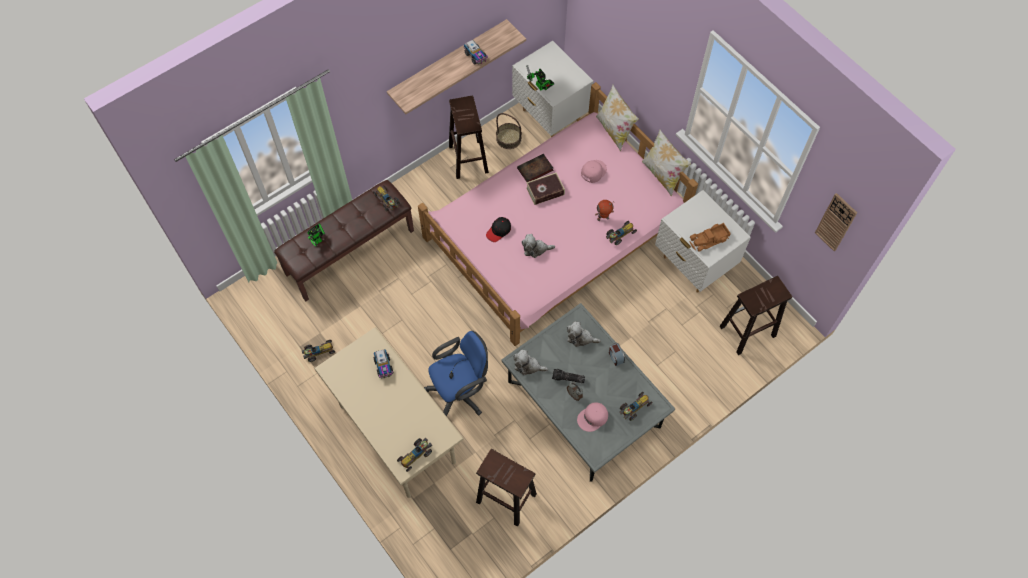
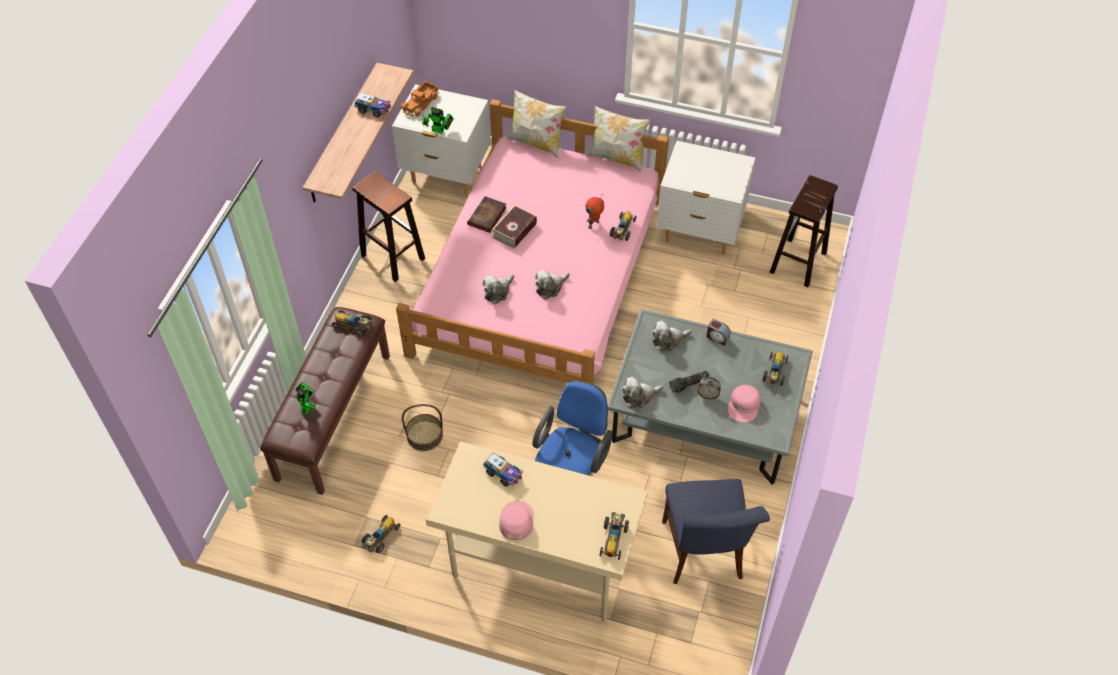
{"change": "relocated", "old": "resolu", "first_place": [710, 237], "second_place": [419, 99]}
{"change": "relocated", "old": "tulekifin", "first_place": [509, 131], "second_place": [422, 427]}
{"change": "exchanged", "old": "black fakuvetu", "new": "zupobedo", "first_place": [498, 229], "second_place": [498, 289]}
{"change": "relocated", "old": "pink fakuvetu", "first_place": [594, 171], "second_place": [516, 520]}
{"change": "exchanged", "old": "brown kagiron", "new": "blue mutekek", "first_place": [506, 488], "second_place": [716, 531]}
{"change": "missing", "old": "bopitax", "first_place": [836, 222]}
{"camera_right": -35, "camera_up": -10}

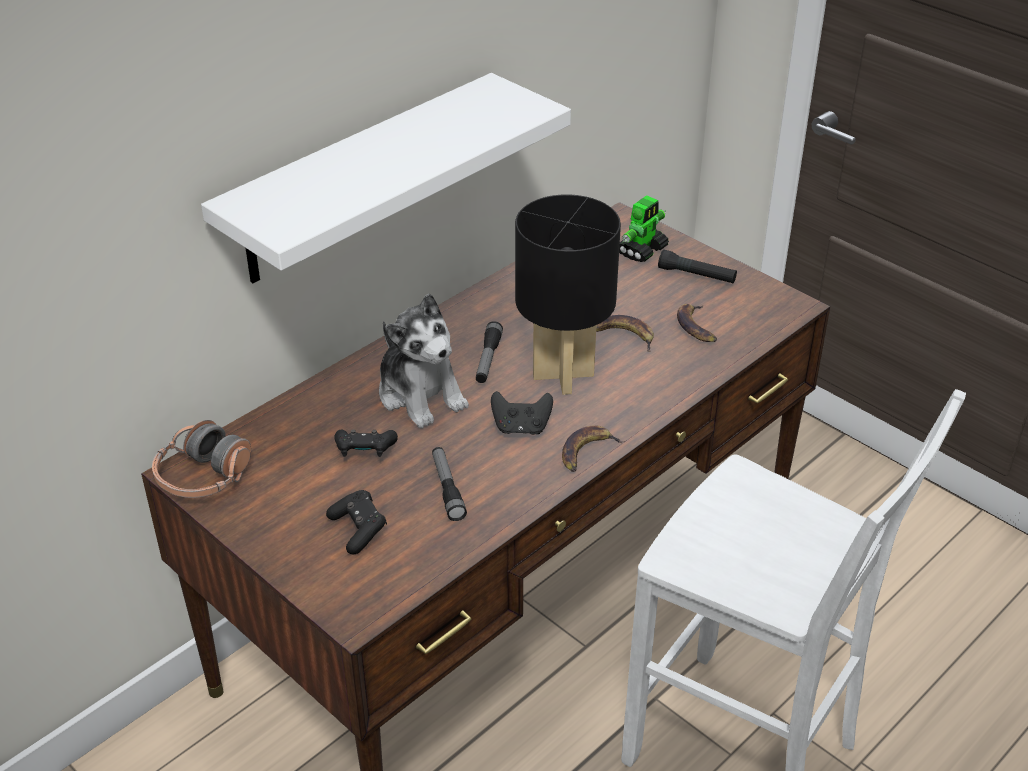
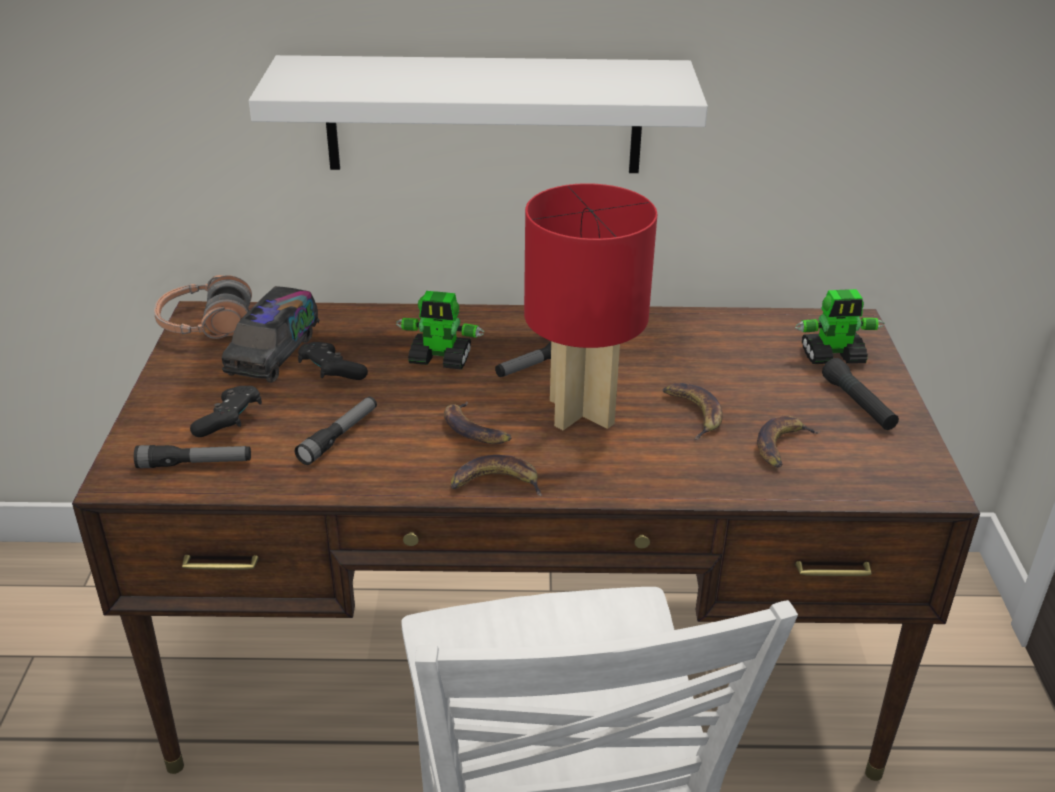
{"change": "appeared", "new": "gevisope", "second_place": [192, 456]}
{"change": "appeared", "new": "resolu", "second_place": [270, 334]}
{"change": "exchanged", "old": "zupobedo", "new": "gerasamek", "first_place": [424, 361], "second_place": [440, 330]}
{"change": "exchanged", "old": "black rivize", "new": "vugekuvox", "first_place": [522, 413], "second_place": [478, 422]}
{"change": "colour", "old": "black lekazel", "new": "red lekazel", "first_place": [568, 294], "second_place": [590, 306]}
{"camera_right": 45, "camera_up": -5}

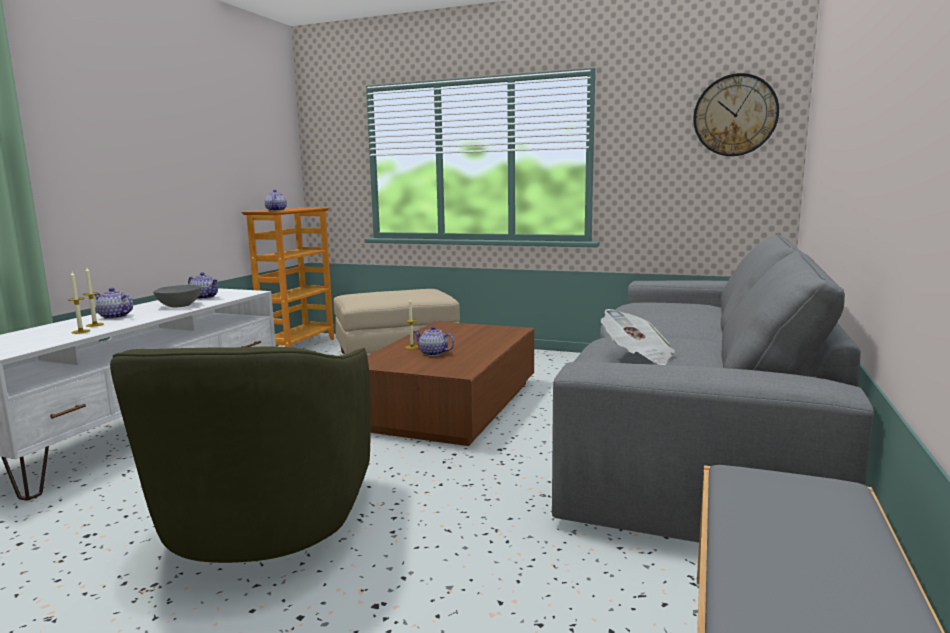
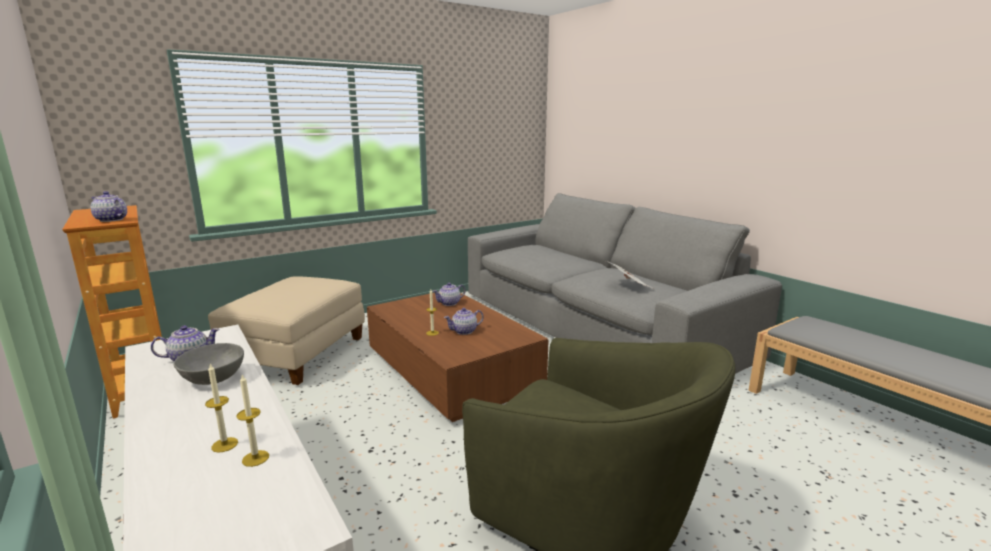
{"change": "relocated", "old": "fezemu", "first_place": [114, 303], "second_place": [449, 294]}
{"change": "missing", "old": "bopitax", "first_place": [736, 114]}
{"camera_right": -55, "camera_up": 5}

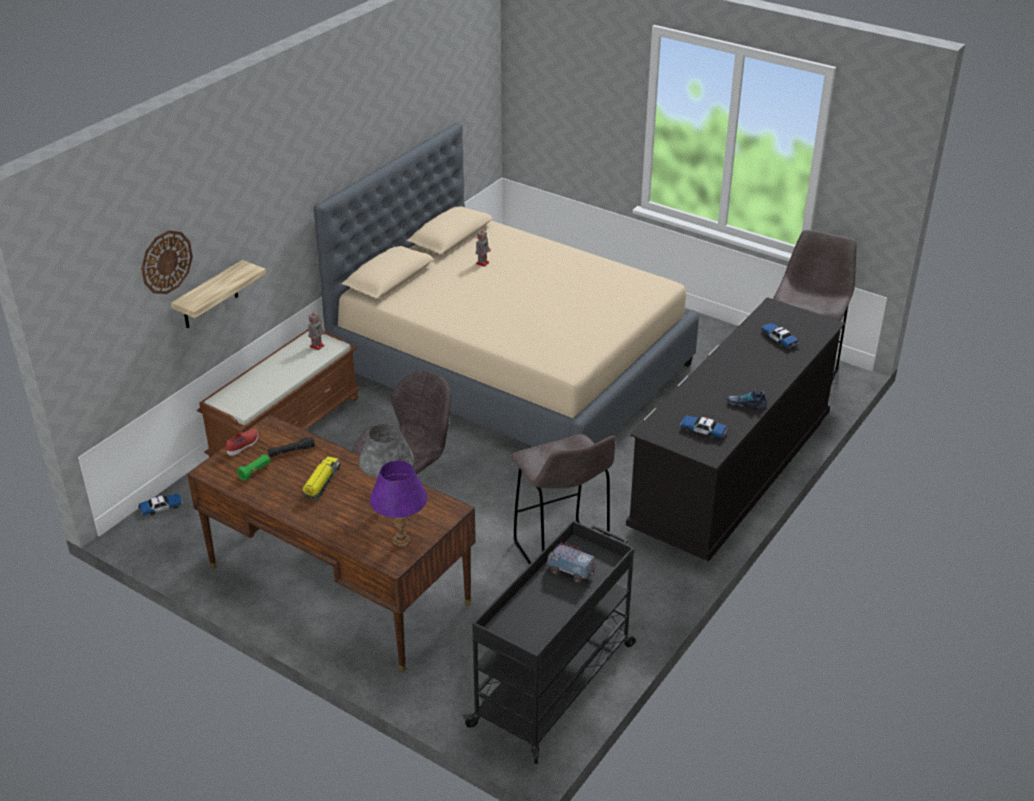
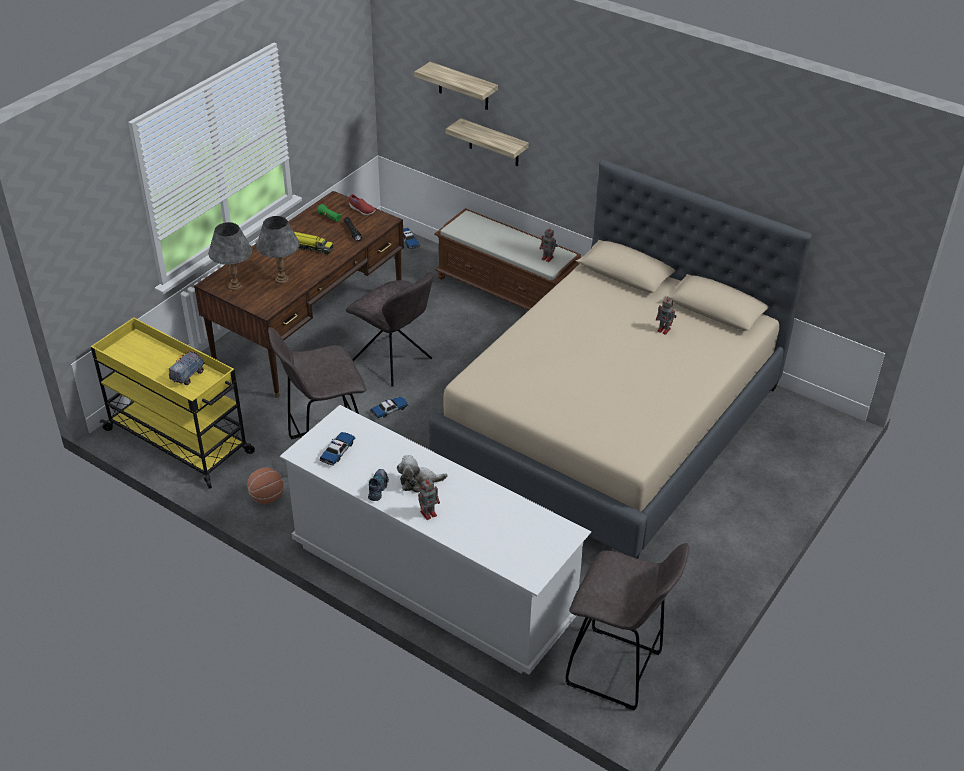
{"change": "colour", "old": "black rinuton", "new": "yellow rinuton", "first_place": [549, 642], "second_place": [173, 403]}
{"change": "colour", "old": "purple lekazel", "new": "grey lekazel", "first_place": [398, 504], "second_place": [230, 256]}
{"change": "appeared", "new": "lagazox", "second_place": [265, 486]}
{"change": "colour", "old": "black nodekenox", "new": "white nodekenox", "first_place": [735, 429], "second_place": [435, 540]}
{"change": "relocated", "old": "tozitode", "first_place": [779, 335], "second_place": [389, 407]}
{"change": "appeared", "new": "zupobedo", "second_place": [422, 474]}
{"change": "exchanged", "old": "bopitax", "new": "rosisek", "first_place": [167, 262], "second_place": [456, 86]}
{"change": "appeared", "new": "gerasamek", "second_place": [429, 499]}
{"camera_right": 90, "camera_up": 5}

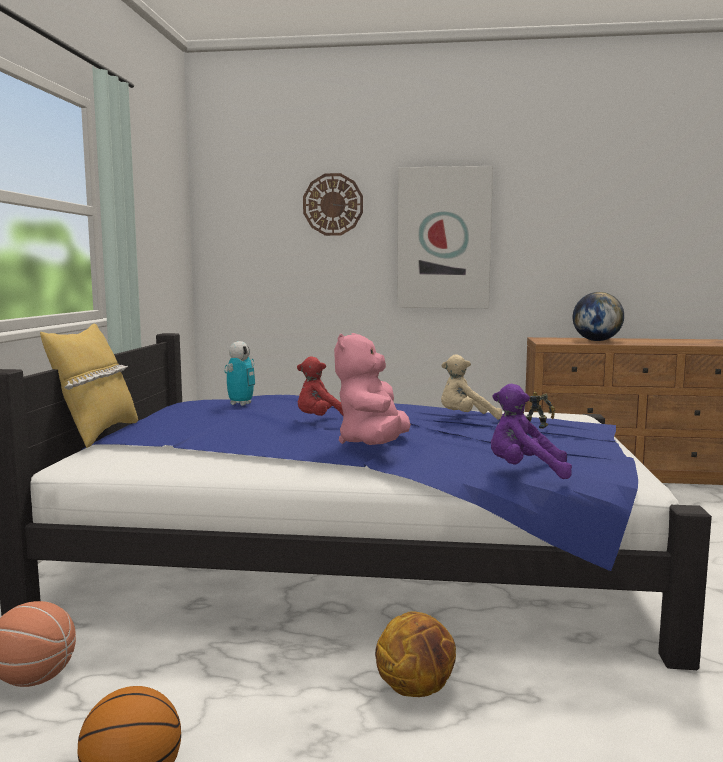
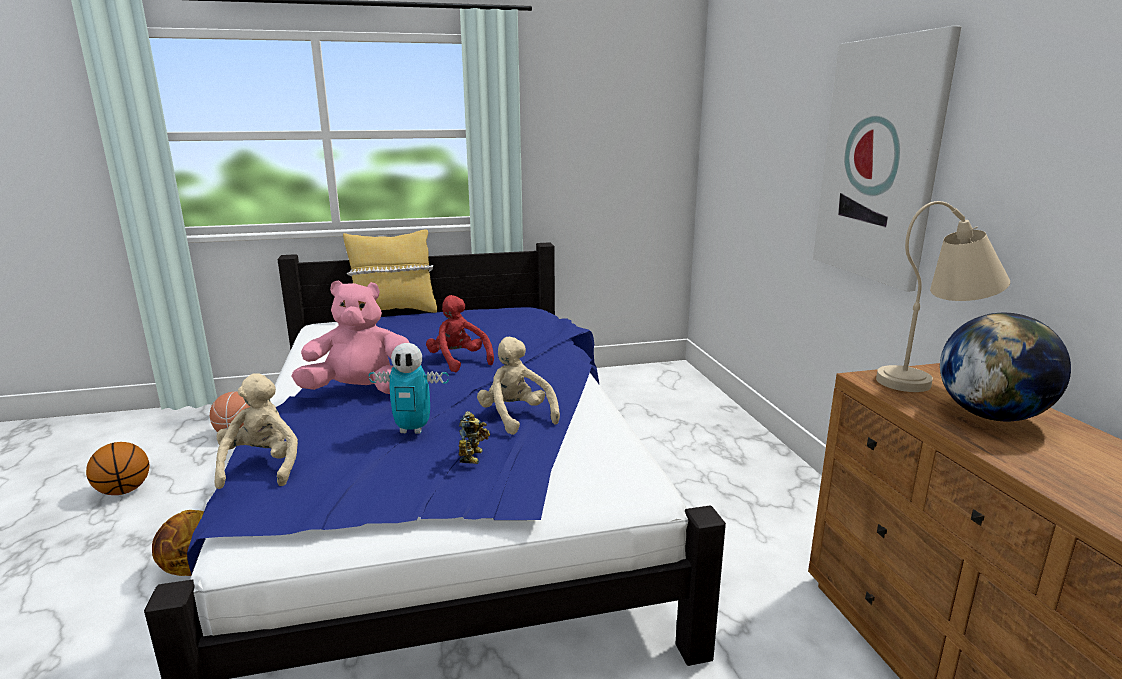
{"change": "colour", "old": "purple zupobedo", "new": "beige zupobedo", "first_place": [531, 431], "second_place": [256, 431]}
{"change": "relocated", "old": "gerasamek", "first_place": [239, 373], "second_place": [409, 388]}
{"change": "appeared", "new": "beige lekazel", "second_place": [943, 296]}
{"change": "missing", "old": "bopitax", "first_place": [333, 204]}
{"camera_right": 70, "camera_up": 10}

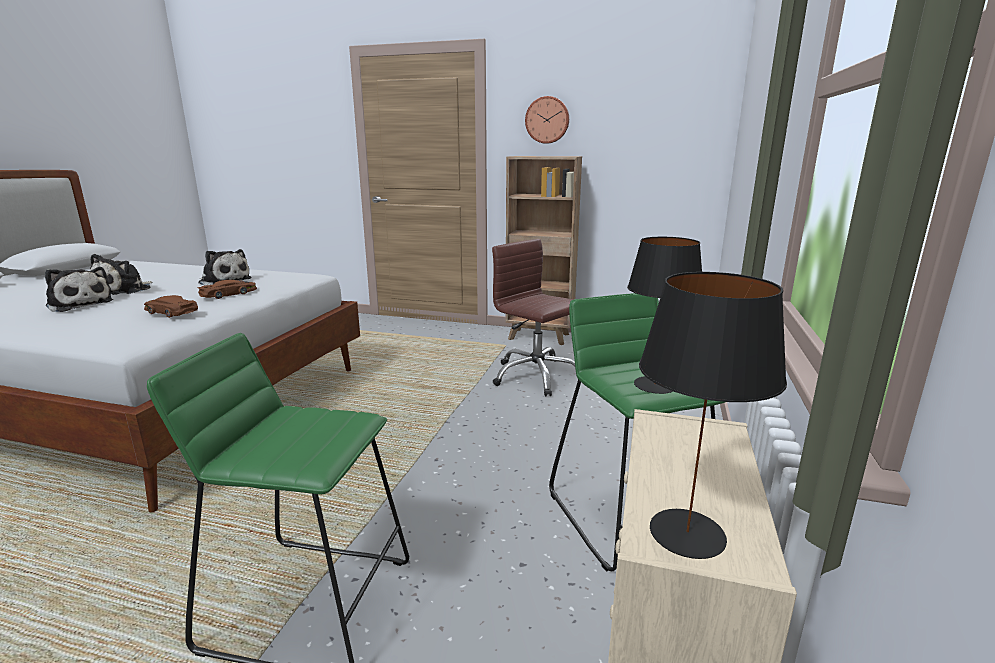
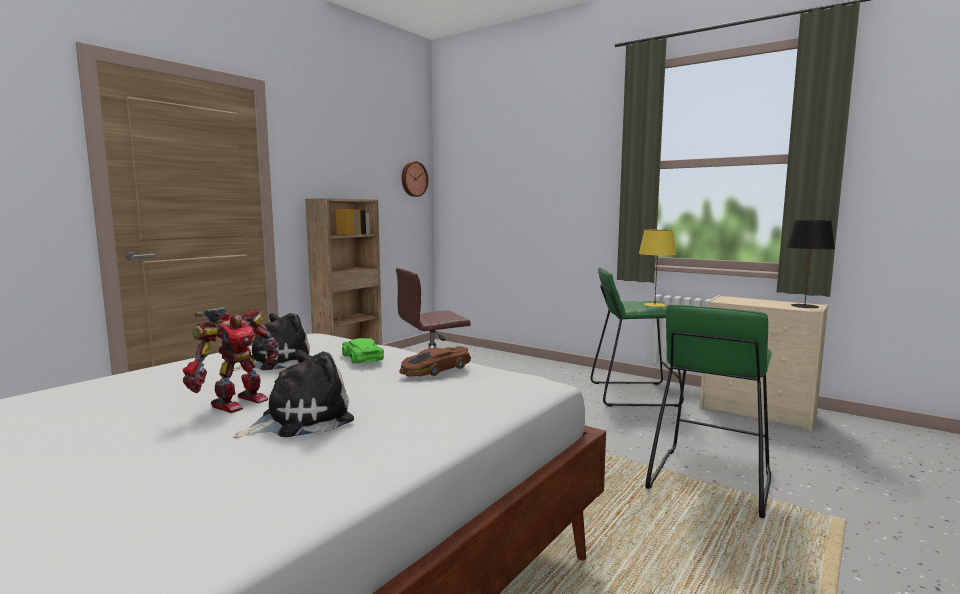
{"change": "exchanged", "old": "zupobedo", "new": "gerasamek", "first_place": [121, 274], "second_place": [230, 360]}
{"change": "colour", "old": "brown tozitode", "new": "green tozitode", "first_place": [227, 289], "second_place": [363, 351]}
{"change": "relocated", "old": "bopitax", "first_place": [547, 120], "second_place": [415, 179]}
{"change": "colour", "old": "black lekazel", "new": "yellow lekazel", "first_place": [664, 315], "second_place": [658, 268]}
{"camera_right": -70, "camera_up": -10}

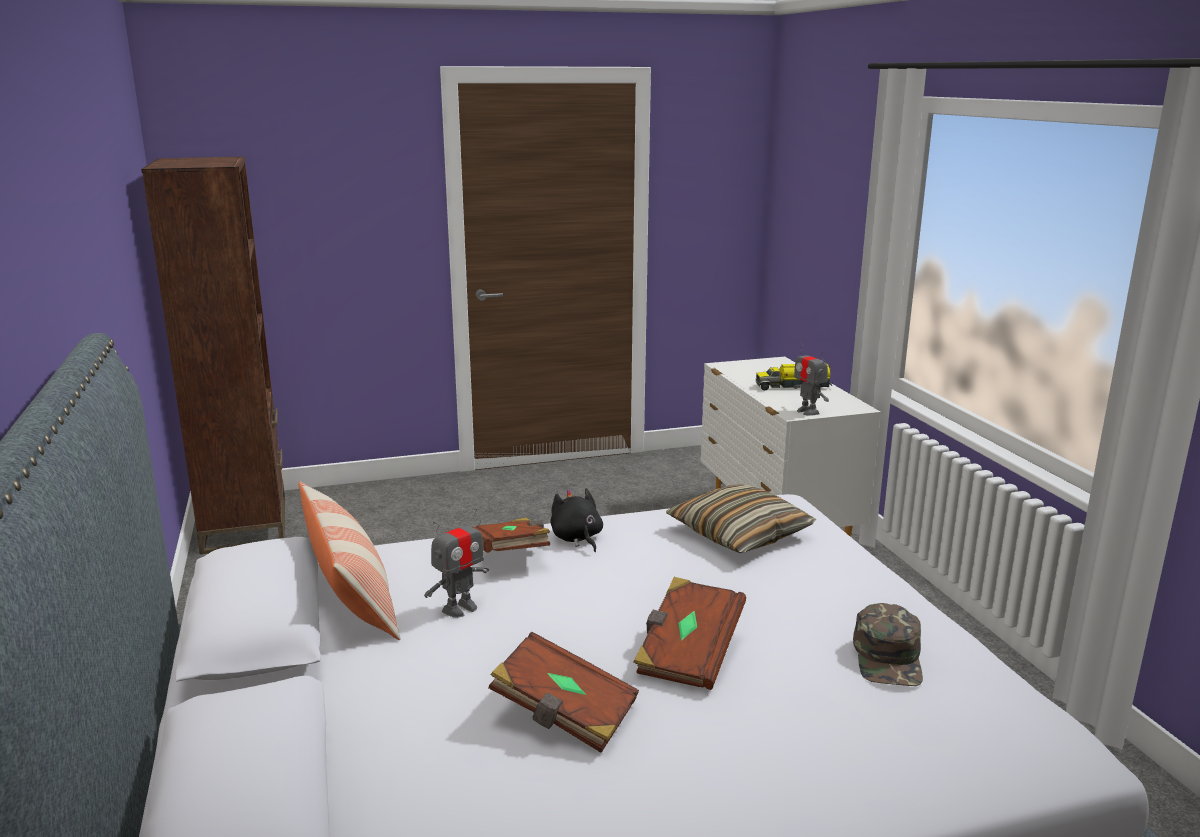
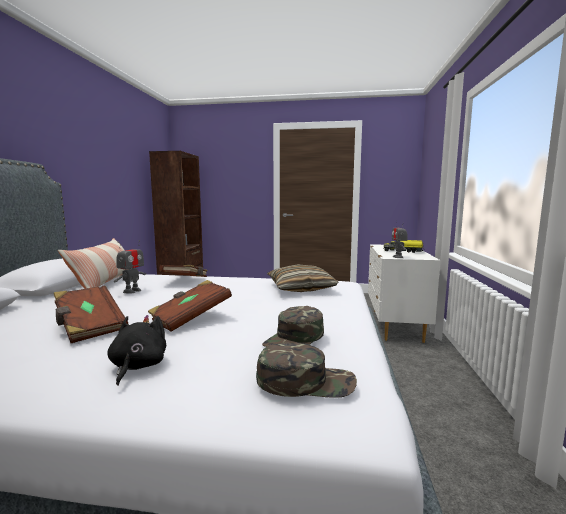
{"change": "relocated", "old": "black zupobedo", "first_place": [576, 520], "second_place": [136, 350]}
{"change": "spun", "old": "gerasamek", "first_place": [456, 563], "second_place": [130, 267], "degrees": -45}
{"change": "appeared", "new": "green fakuvetu", "second_place": [306, 370]}
{"camera_right": 25, "camera_up": -10}

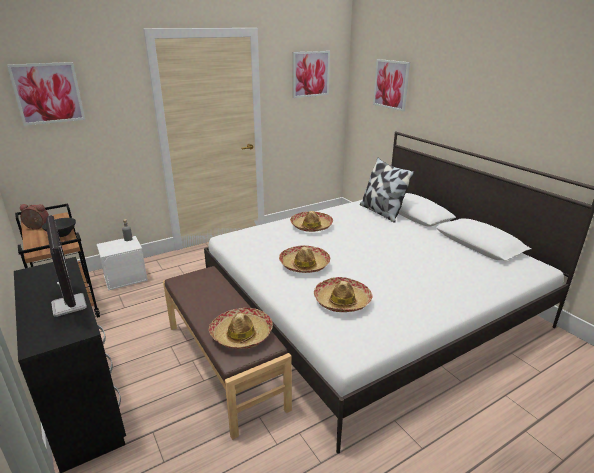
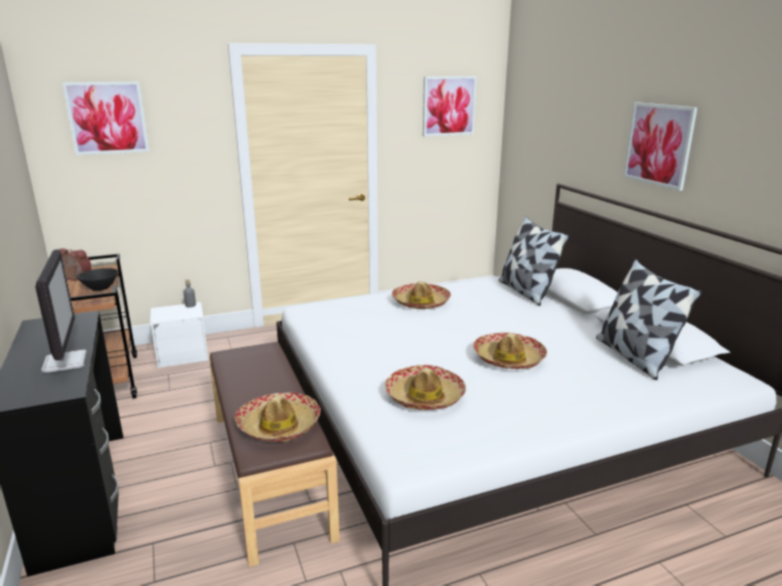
{"change": "relocated", "old": "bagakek", "first_place": [304, 259], "second_place": [510, 350]}
{"change": "appeared", "new": "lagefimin", "second_place": [649, 319]}
{"change": "relocated", "old": "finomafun", "first_place": [391, 85], "second_place": [660, 146]}
{"camera_right": 10, "camera_up": -5}

